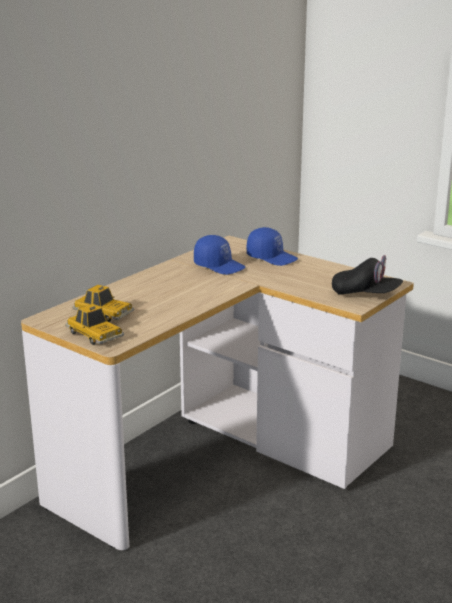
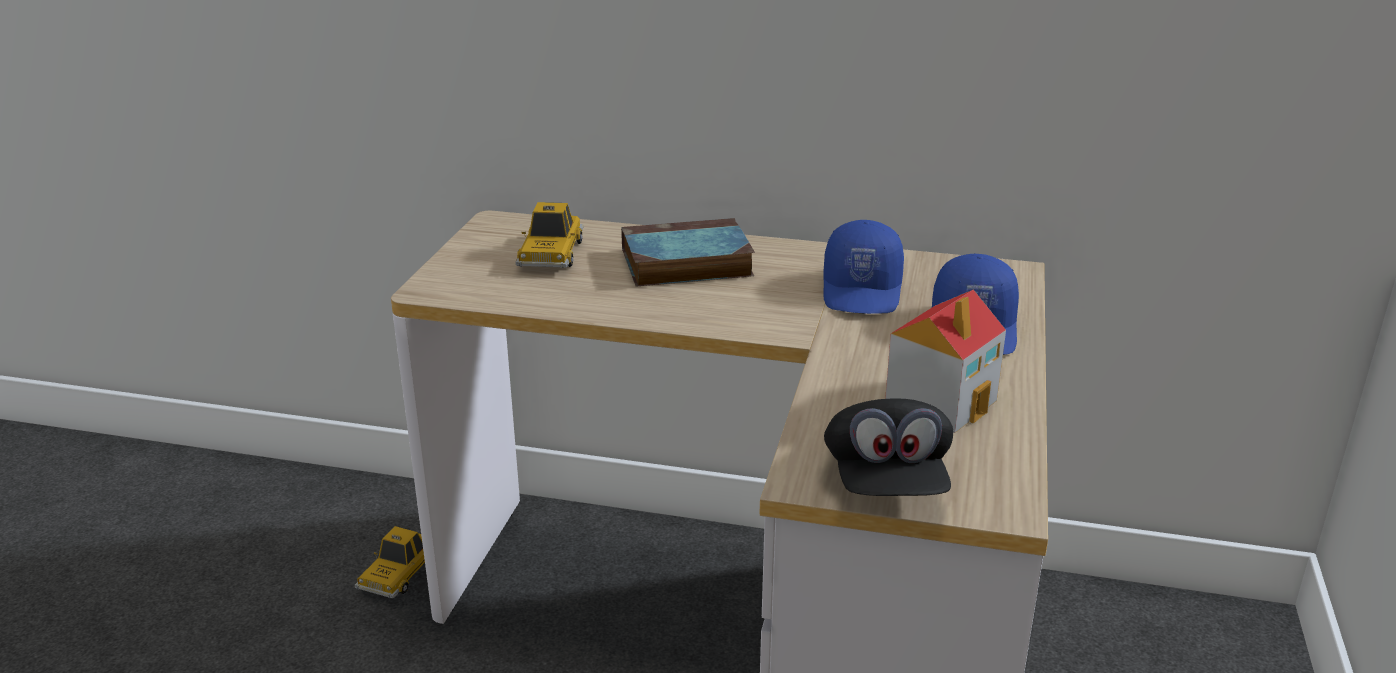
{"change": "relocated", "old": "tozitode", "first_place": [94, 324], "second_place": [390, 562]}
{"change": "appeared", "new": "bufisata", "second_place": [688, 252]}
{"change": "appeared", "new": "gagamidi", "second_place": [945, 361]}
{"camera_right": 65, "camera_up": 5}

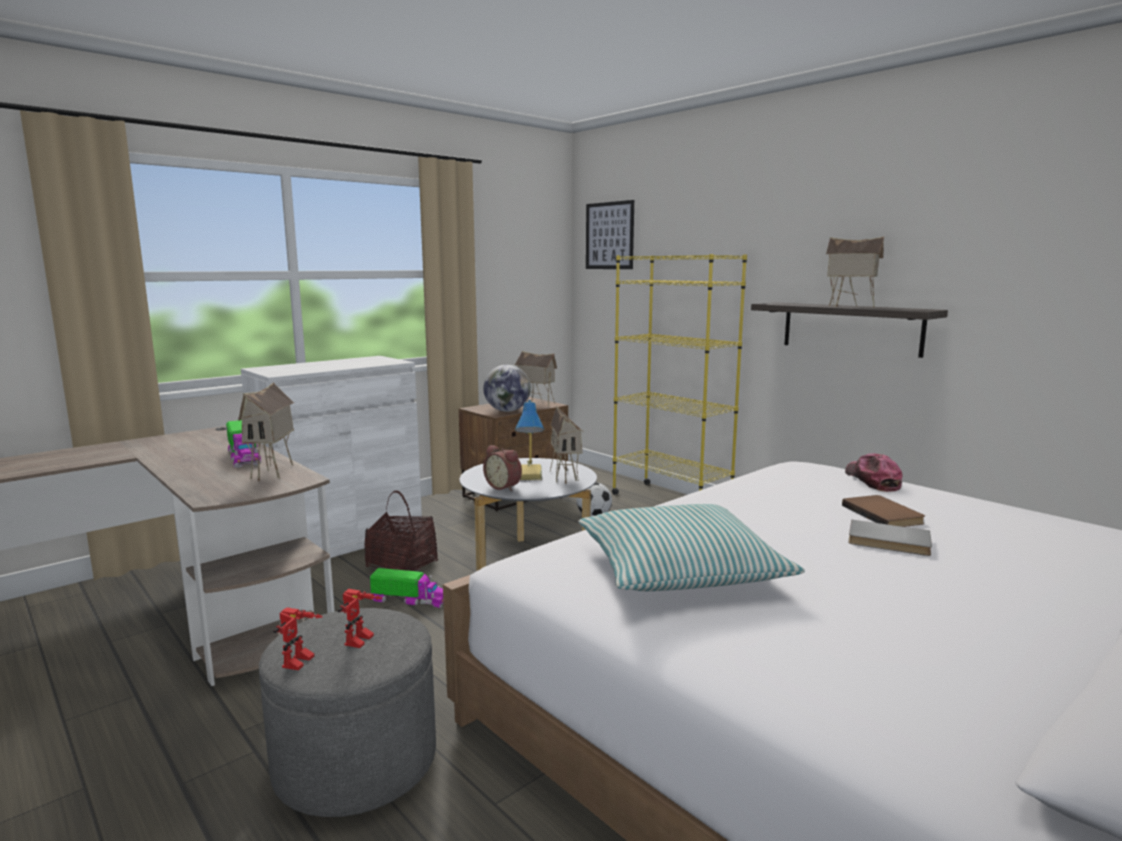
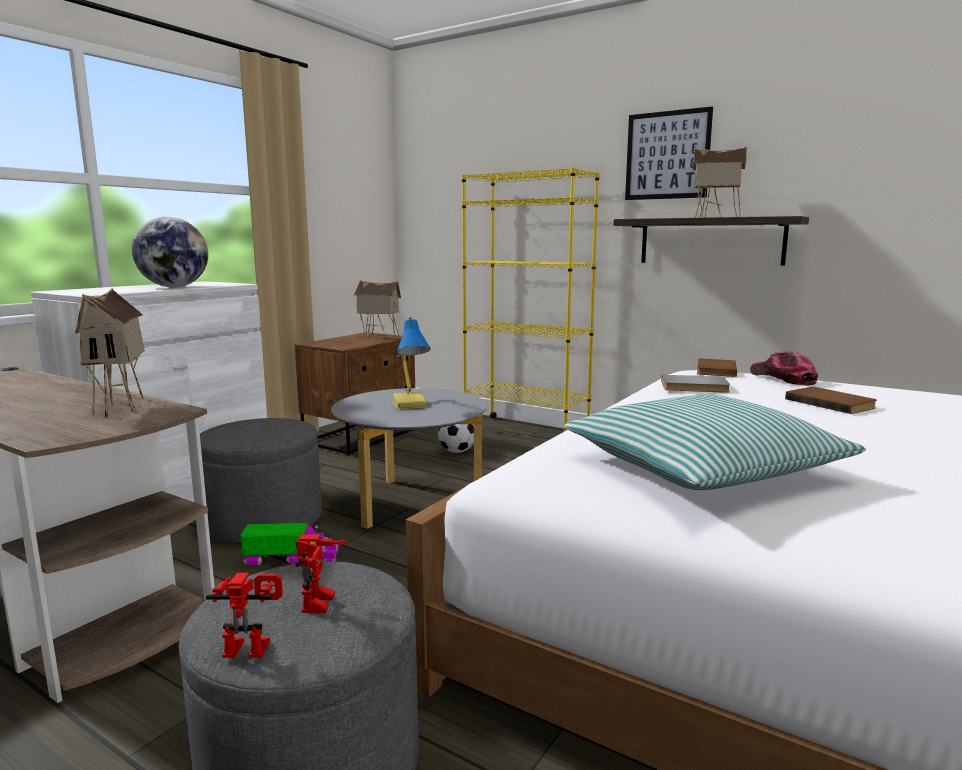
{"change": "relocated", "old": "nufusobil", "first_place": [507, 388], "second_place": [170, 252]}
{"change": "exchanged", "old": "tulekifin", "new": "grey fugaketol", "first_place": [401, 531], "second_place": [261, 480]}
{"change": "spun", "old": "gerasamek", "first_place": [298, 638], "second_place": [244, 615], "degrees": -90}
{"change": "relocated", "old": "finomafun", "first_place": [610, 234], "second_place": [669, 153]}
{"change": "relocated", "old": "grey bufisata", "first_place": [890, 538], "second_place": [695, 384]}
{"change": "appeared", "new": "brown bufisata", "second_place": [717, 368]}
{"change": "missing", "old": "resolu", "first_place": [243, 444]}
{"change": "missing", "old": "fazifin", "first_place": [502, 468]}
{"change": "missing", "old": "gagamidi", "first_place": [566, 445]}
{"camera_right": -15, "camera_up": 0}

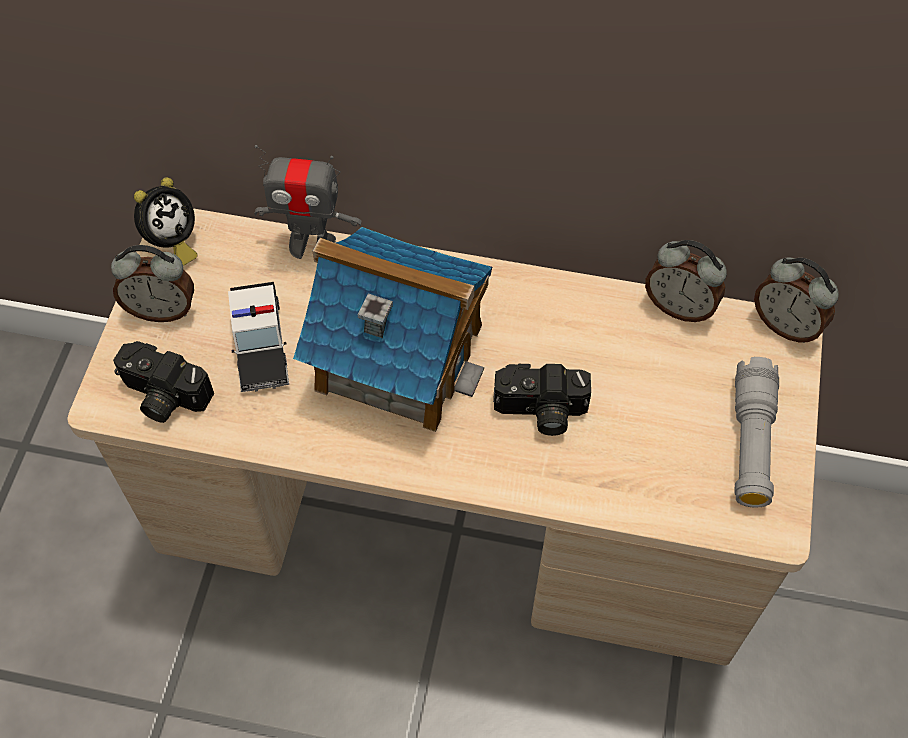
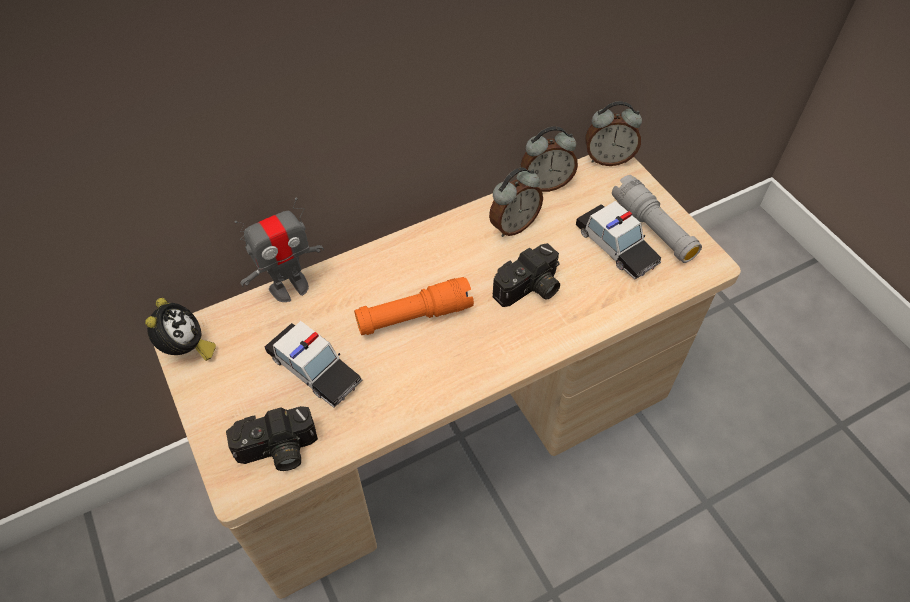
{"change": "exchanged", "old": "gagamidi", "new": "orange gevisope", "first_place": [392, 329], "second_place": [414, 306]}
{"change": "relocated", "old": "fazifin", "first_place": [152, 283], "second_place": [516, 202]}
{"change": "appeared", "new": "tozitode", "second_place": [618, 240]}
{"camera_right": -40, "camera_up": -5}

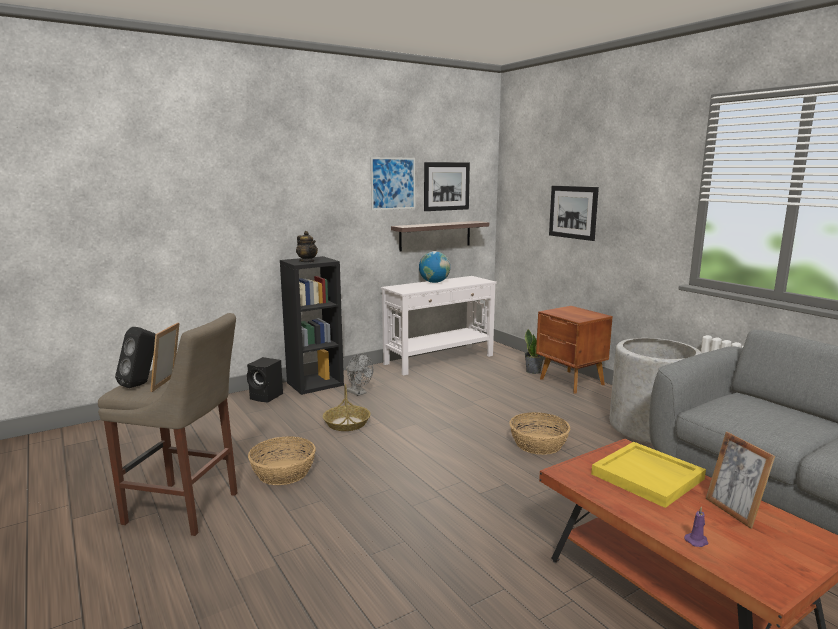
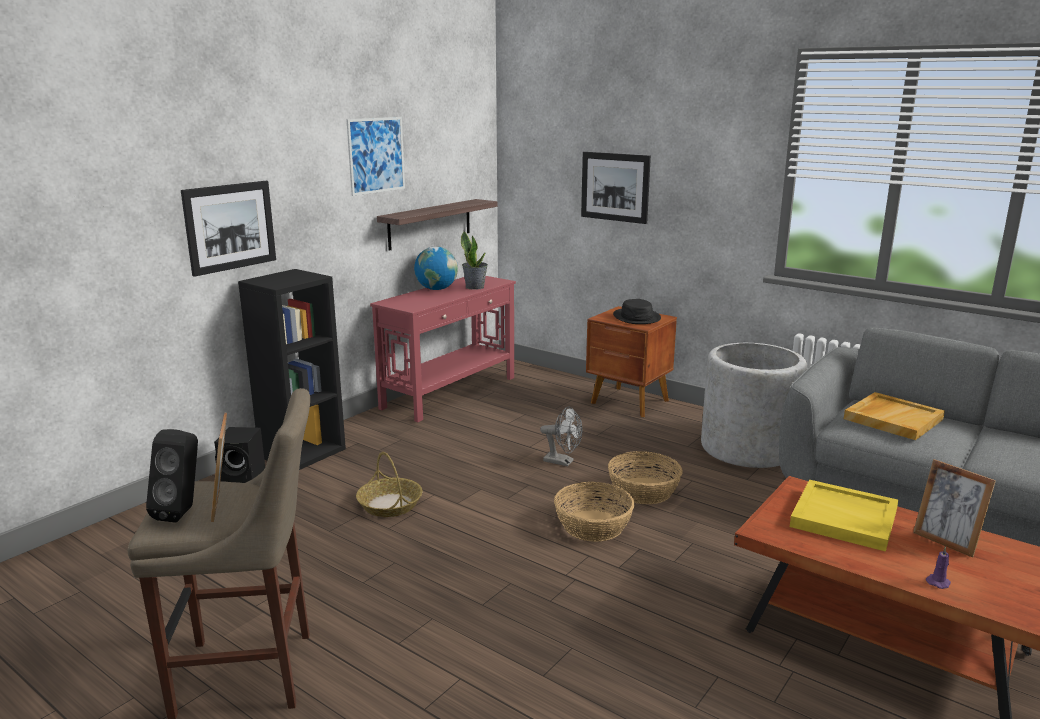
{"change": "relocated", "old": "finomafun", "first_place": [447, 186], "second_place": [228, 229]}
{"change": "colour", "old": "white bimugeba", "new": "red bimugeba", "first_place": [439, 326], "second_place": [443, 349]}
{"change": "relocated", "old": "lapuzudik", "first_place": [534, 351], "second_place": [474, 260]}
{"change": "relocated", "old": "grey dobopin", "first_place": [359, 374], "second_place": [561, 436]}
{"change": "relocated", "old": "tulekifin", "first_place": [282, 460], "second_place": [594, 512]}
{"change": "appeared", "new": "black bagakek", "second_place": [637, 311]}
{"change": "appeared", "new": "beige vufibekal", "second_place": [894, 416]}
{"change": "missing", "old": "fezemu", "first_place": [307, 246]}
{"camera_right": -20, "camera_up": 5}

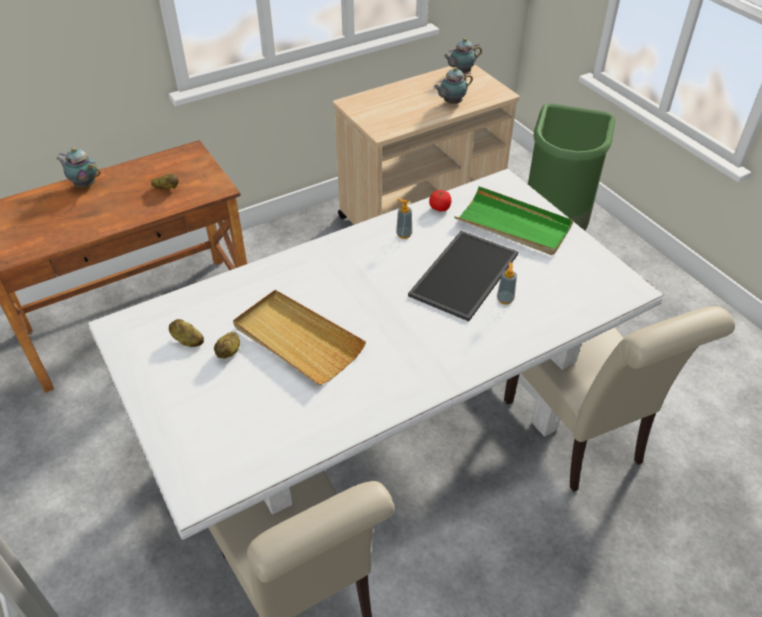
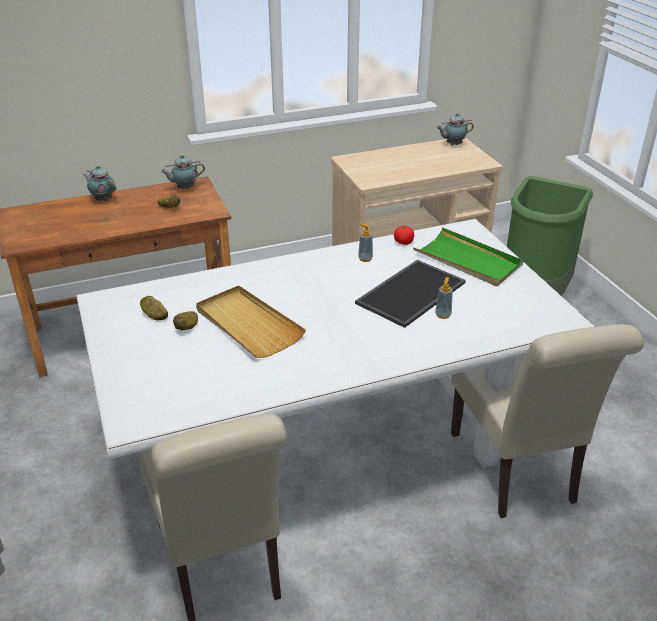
{"change": "relocated", "old": "fezemu", "first_place": [453, 85], "second_place": [183, 171]}
{"camera_right": 10, "camera_up": -10}

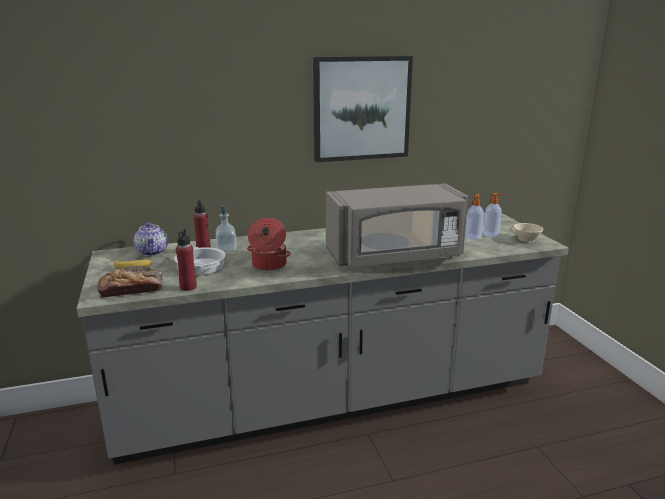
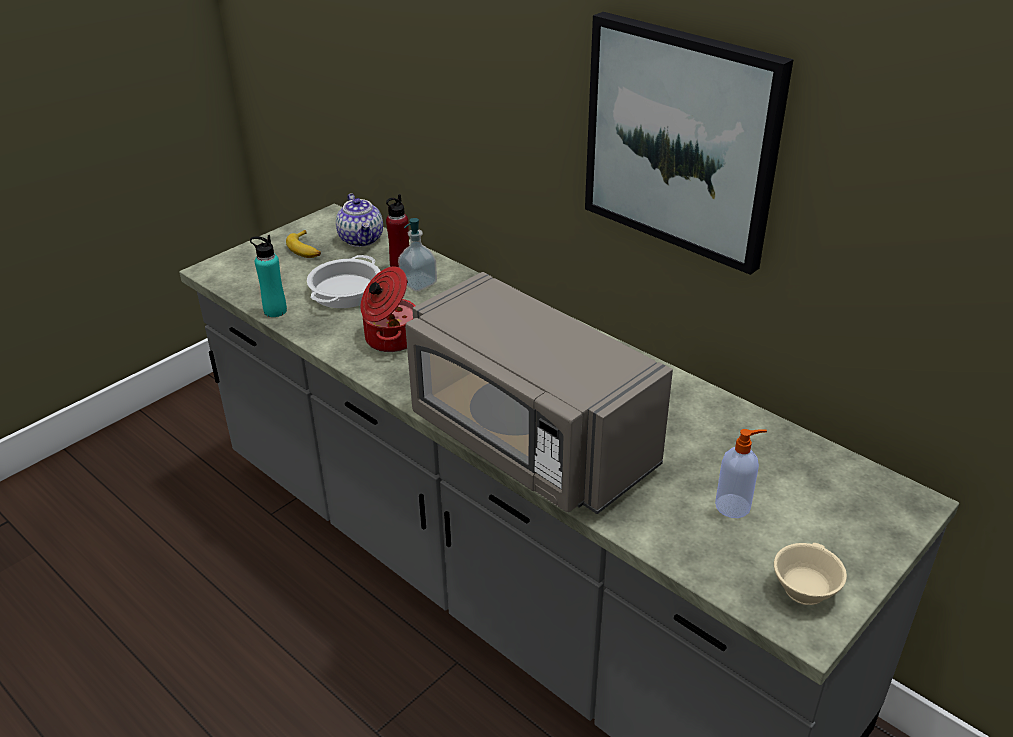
{"change": "colour", "old": "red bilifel", "new": "turquoise bilifel", "first_place": [186, 260], "second_place": [268, 276]}
{"change": "spun", "old": "fezemu", "first_place": [151, 239], "second_place": [359, 220], "degrees": -60}
{"change": "missing", "old": "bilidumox", "first_place": [130, 282]}
{"change": "missing", "old": "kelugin", "first_place": [494, 215]}
{"camera_right": 60, "camera_up": 15}

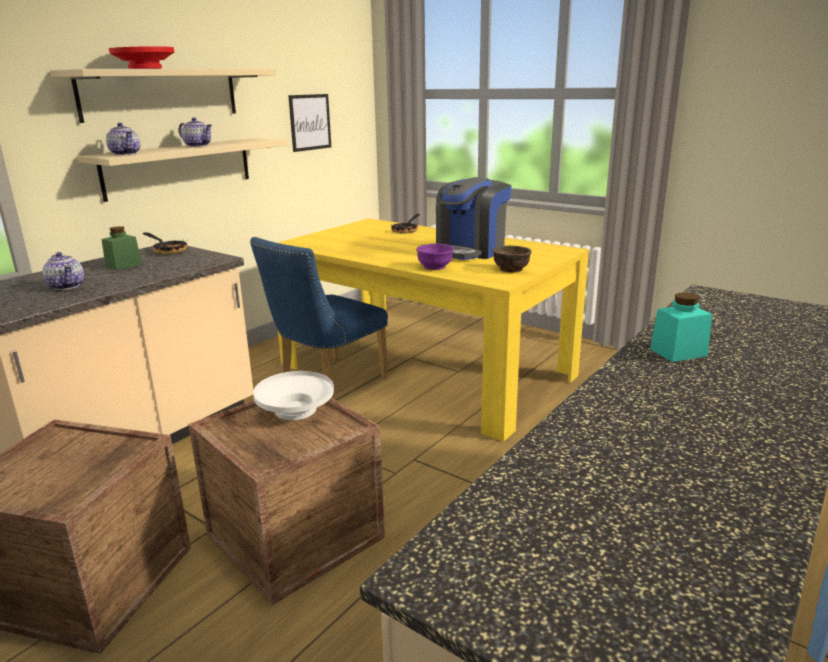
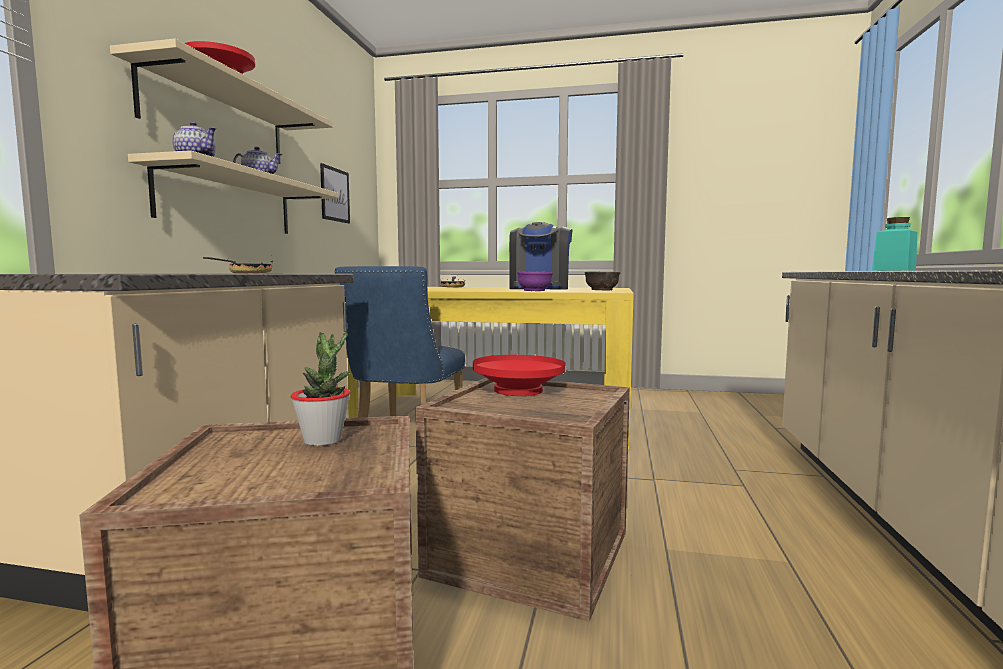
{"change": "appeared", "new": "lapuzudik", "second_place": [321, 389]}
{"change": "colour", "old": "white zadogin", "new": "red zadogin", "first_place": [293, 395], "second_place": [519, 375]}
{"change": "missing", "old": "fezemu", "first_place": [63, 271]}
{"change": "missing", "old": "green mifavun", "first_place": [122, 248]}
{"camera_right": -25, "camera_up": -15}

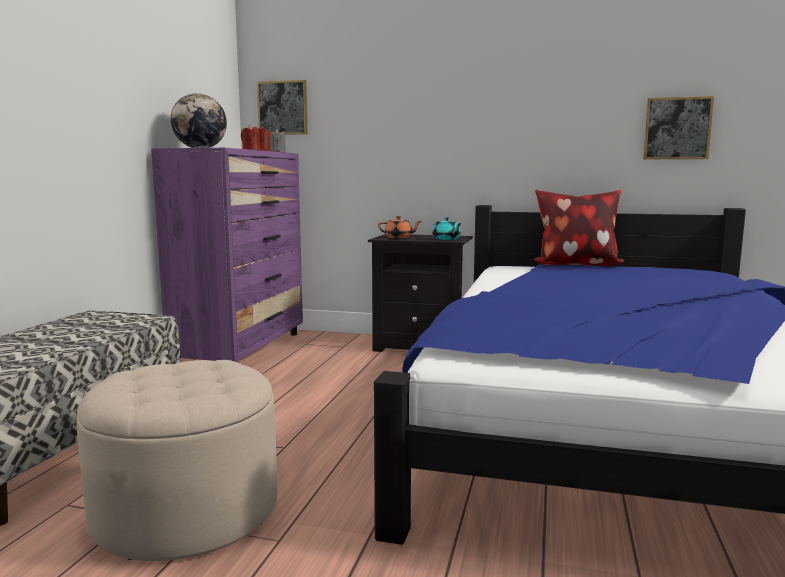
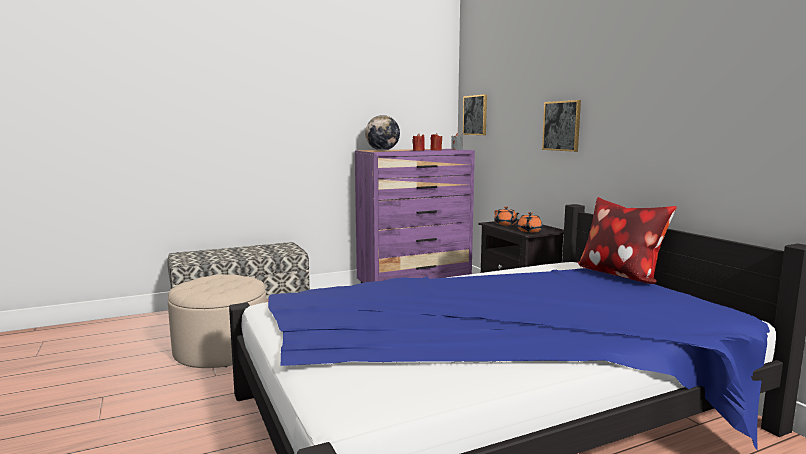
{"change": "colour", "old": "turquoise fezemu", "new": "orange fezemu", "first_place": [447, 228], "second_place": [530, 222]}
{"change": "relocated", "old": "finomafun", "first_place": [678, 127], "second_place": [561, 126]}
{"camera_right": 50, "camera_up": 0}

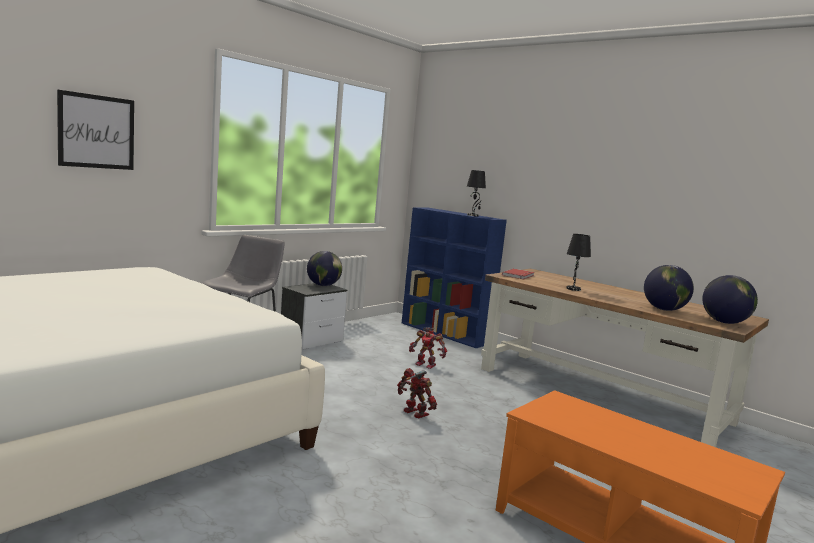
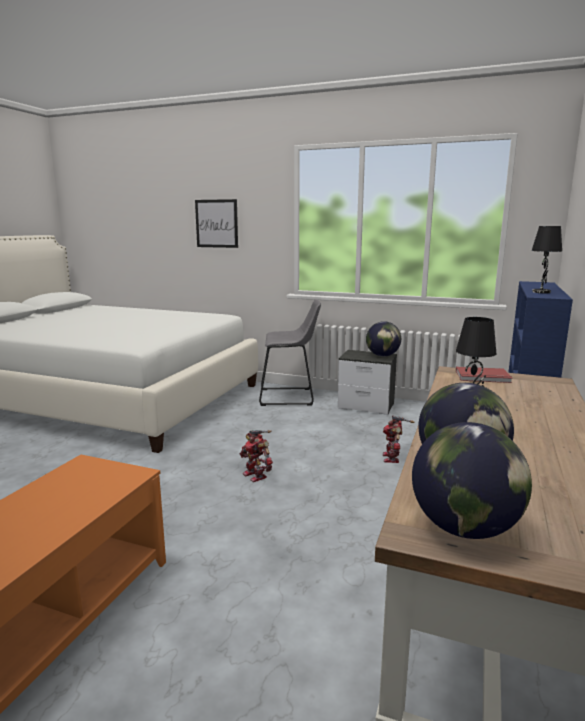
{"change": "spun", "old": "gerasamek", "first_place": [417, 393], "second_place": [256, 456], "degrees": 120}
{"camera_right": 70, "camera_up": 5}

